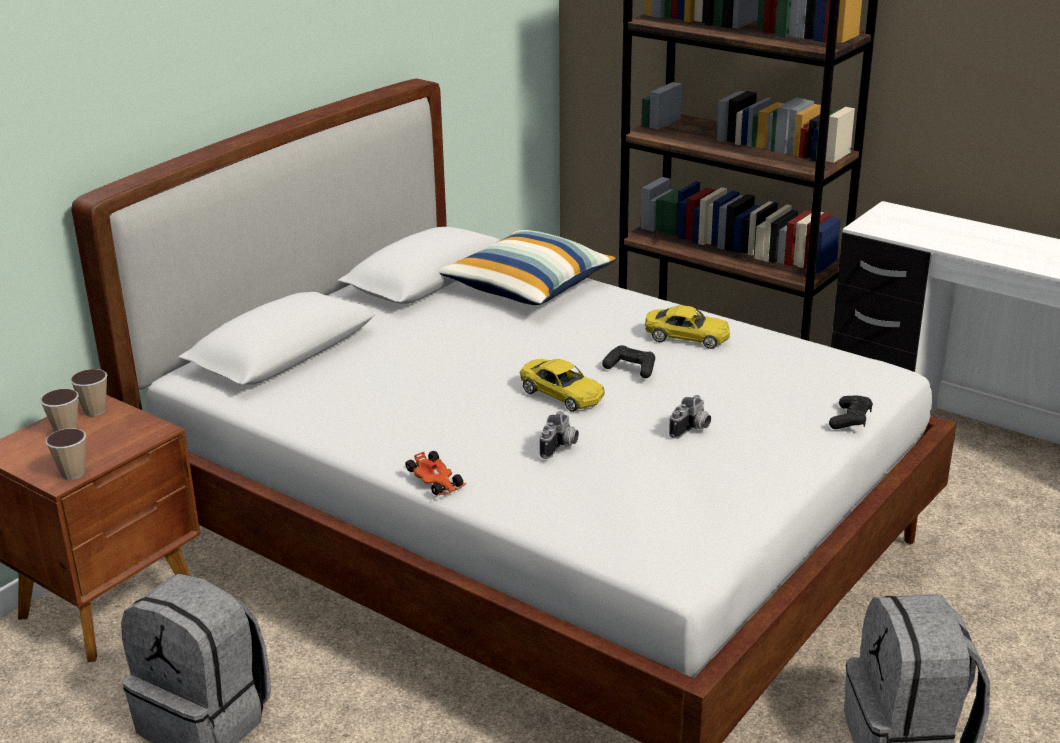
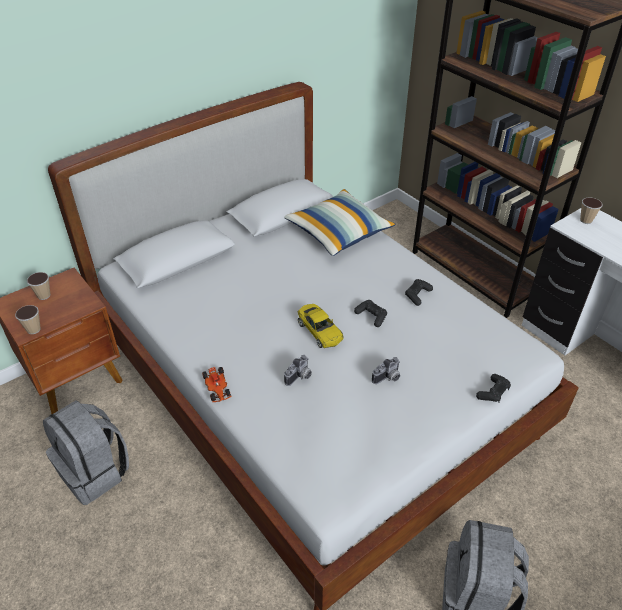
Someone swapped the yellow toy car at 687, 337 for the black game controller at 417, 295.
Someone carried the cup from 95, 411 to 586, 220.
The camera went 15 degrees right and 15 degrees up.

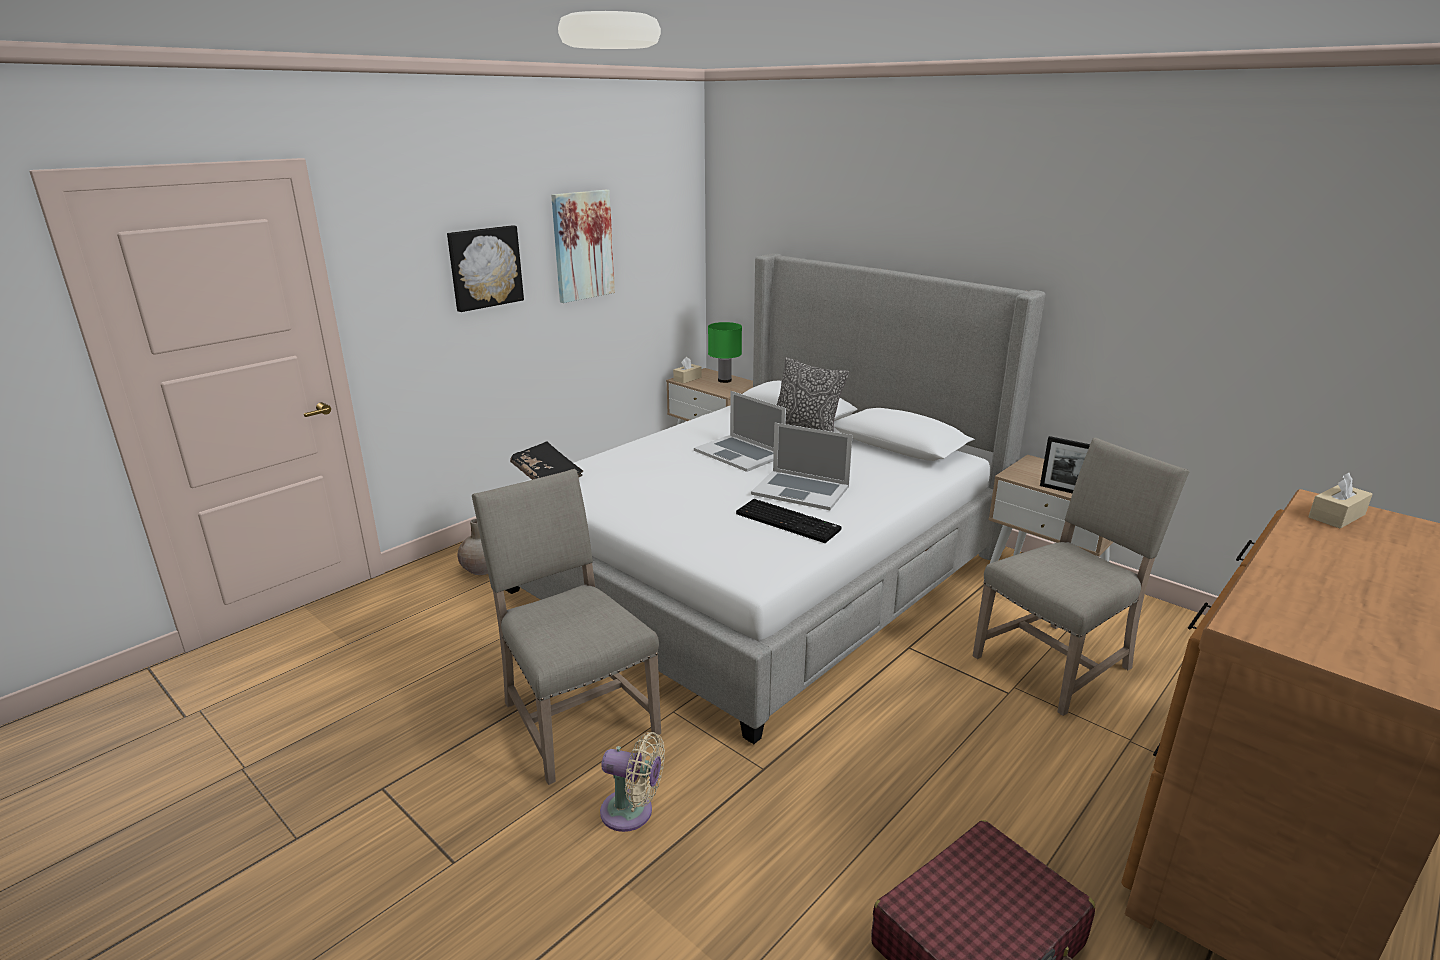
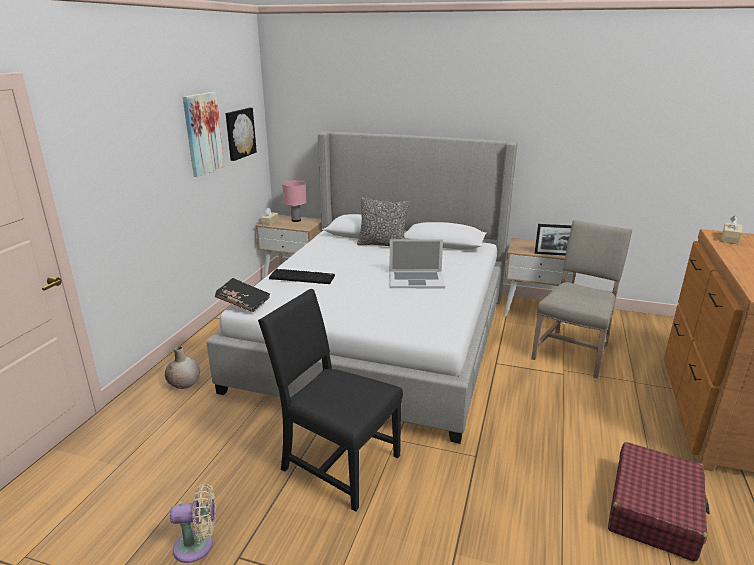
Someone carried the picture from 484, 267 to 239, 133.
Someone repainted the green table lamp at 725, 380, which became the pink table lamp at 296, 220.
Someone took away the laptop at 739, 453.
Someone repainted the beige chair at 574, 717, which became the black chair at 336, 463.
Someone carried the keyboard from 789, 522 to 303, 277.
Someone carried the beige fan from 632, 812 to 198, 545.
The camera went 25 degrees left and 0 degrees up.

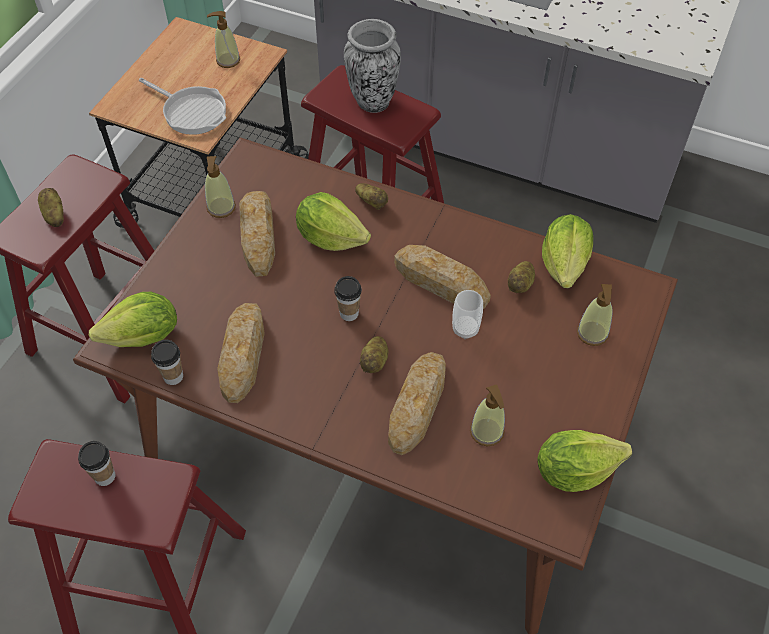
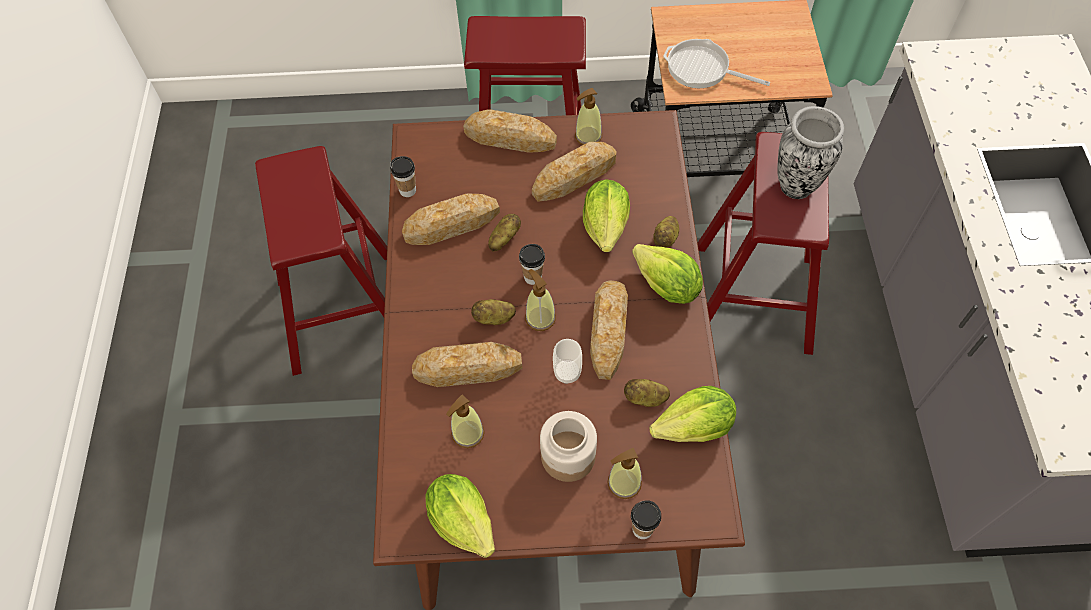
Someone carried the soap dispenser from 228, 60 to 540, 318.
Someone rotated the frying pan at 192, 112 by 105 degrees clockwise.
Someone carried the potato from 54, 215 to 504, 238.
Someone carried the lettuce from 144, 337 to 666, 287.
Someone carried the cup from 105, 476 to 642, 529.
Someone put down the bread at 510, 137.
Someone put down the jar at 567, 455.
The camera went 65 degrees right and 5 degrees up.

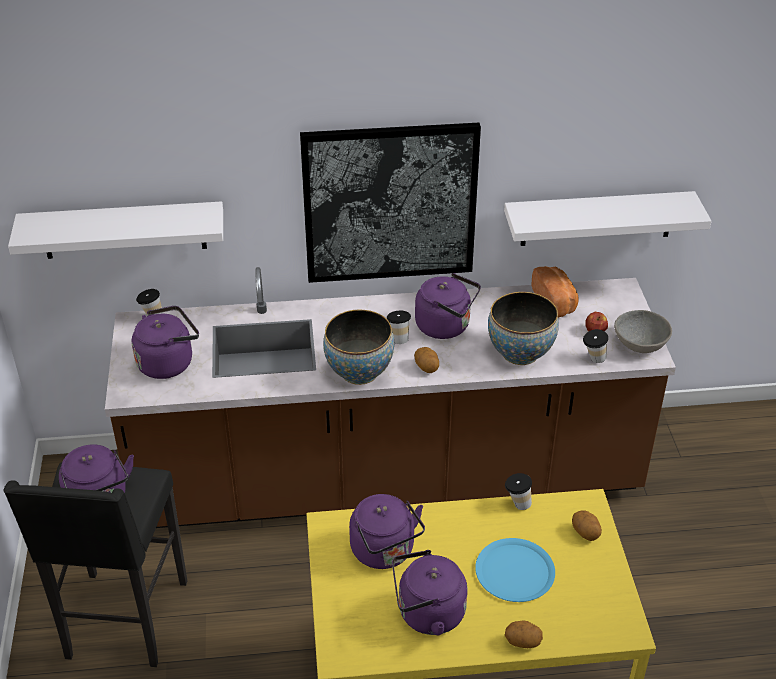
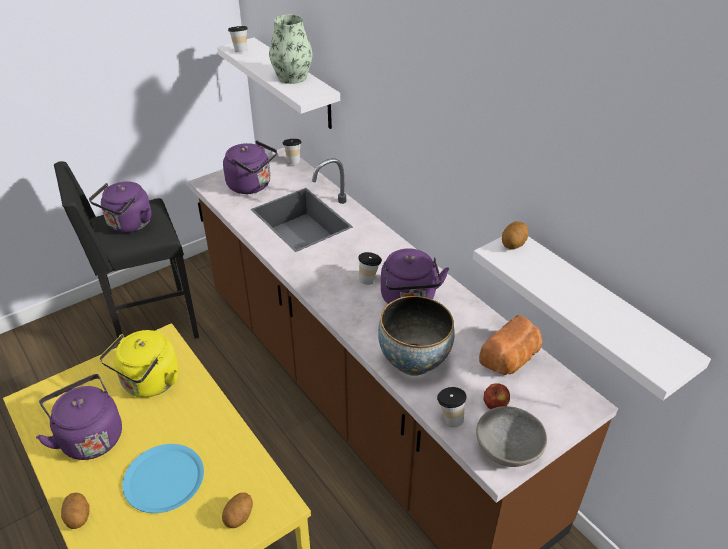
Someone took away the picture at 390, 203.
Someone took away the bowl at 359, 372.
Someone carried the potato from 427, 368 to 513, 245.
Someone carried the cup from 517, 504 to 240, 50.
Someone repainted the purple kettle at 385, 552, which became the yellow kettle at 148, 383.
Someone put down the vase at 292, 77.
The camera went 60 degrees right and 0 degrees up.

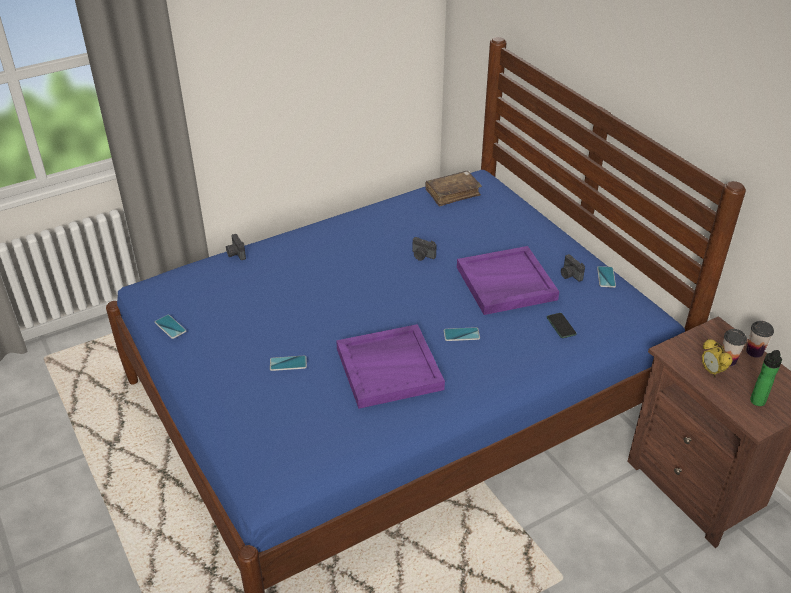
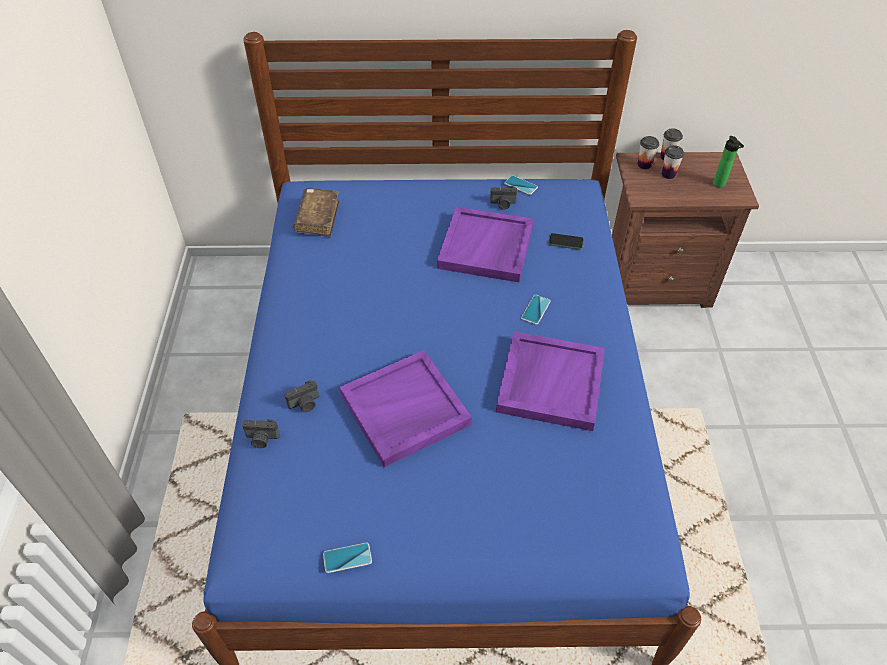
Someone carried the photo camera from 422, 256 to 305, 404.
Someone took away the alarm clock at 711, 371.
Someone took away the phone at 288, 363.
Someone put down the cup at 644, 165.
Someone put down the purple tray at 404, 410.
The camera went 60 degrees left and 10 degrees up.

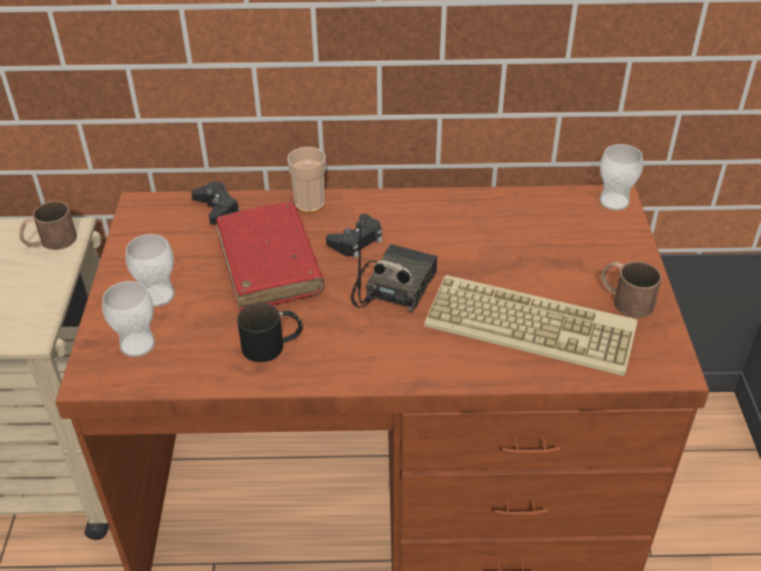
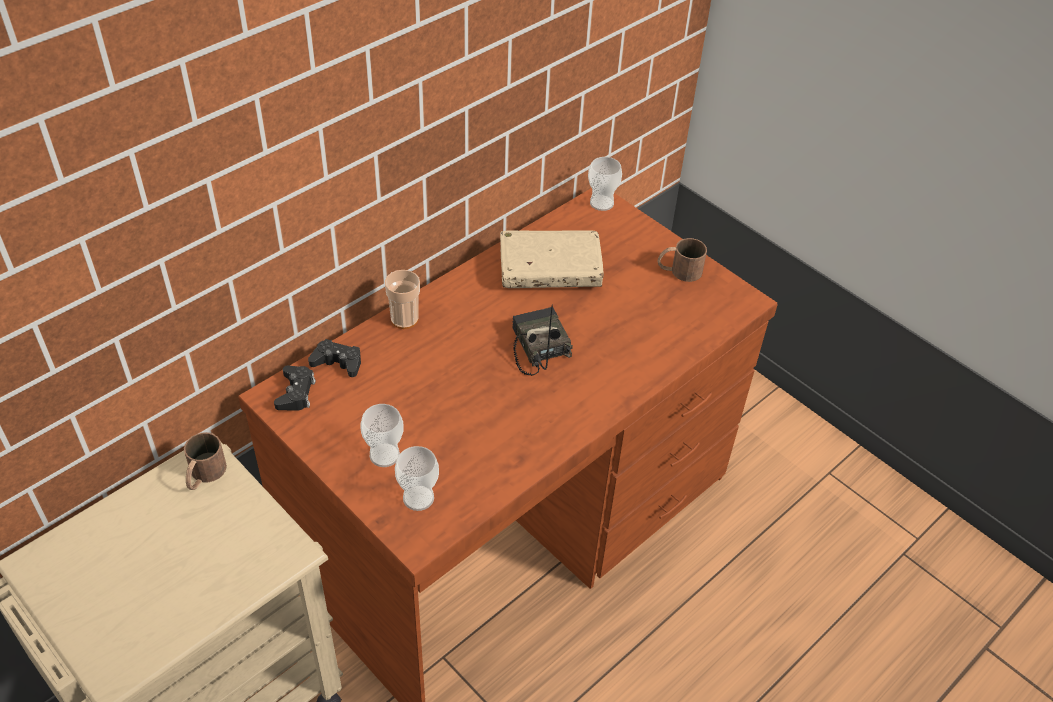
Someone took away the red book at 269, 266.
Someone carried the black game controller from 356, 241 to 296, 393.
Someone took away the keyboard at 532, 324.
Someone took away the black mug at 273, 344.
Someone put down the beige book at 550, 269.
The camera went 45 degrees left and 5 degrees up.

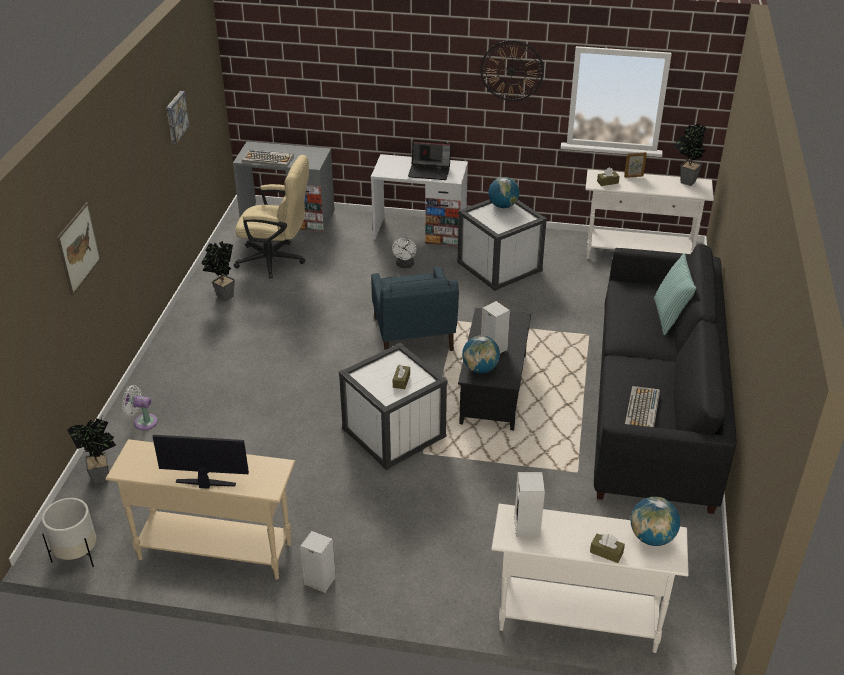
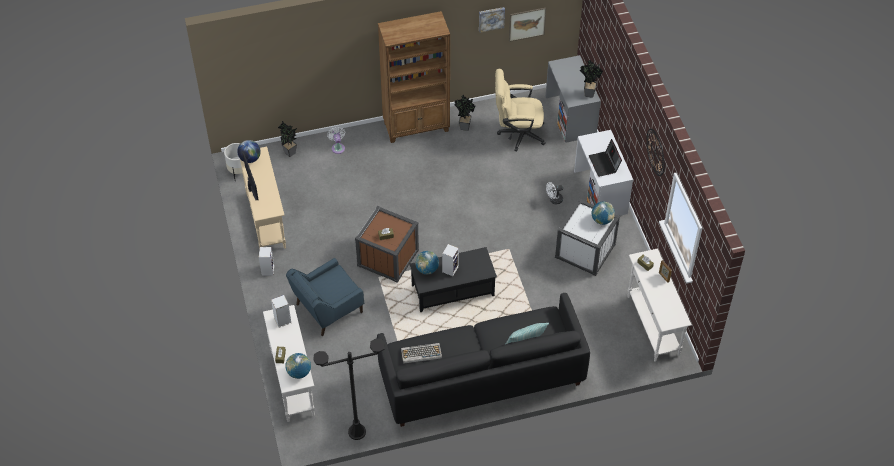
Someone carried the potted plant from 685, 182 to 587, 93.
Someone took away the keyboard at 268, 159.
Someone rotated the beige office chair at 276, 260 by 105 degrees clockwise.
Someone carried the picture from 78, 248 to 527, 24.
Someone carried the blue armchair from 413, 336 to 327, 309.
Someone repainted the white storage box at 393, 433, which became the brown storage box at 388, 257.
Someone put down the brown bookcase at 417, 127.
Someone put down the globe at 250, 159.
Someone put down the black floor lamp at 357, 432.
The camera went 65 degrees right and 15 degrees up.

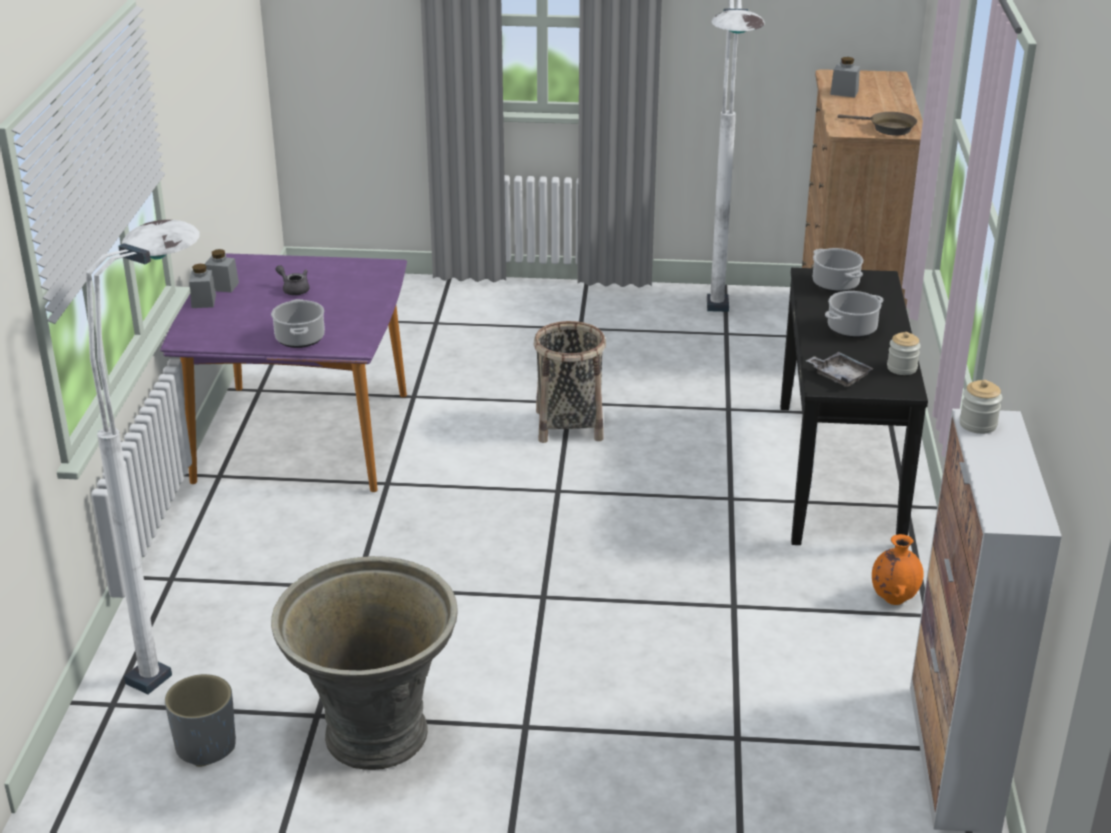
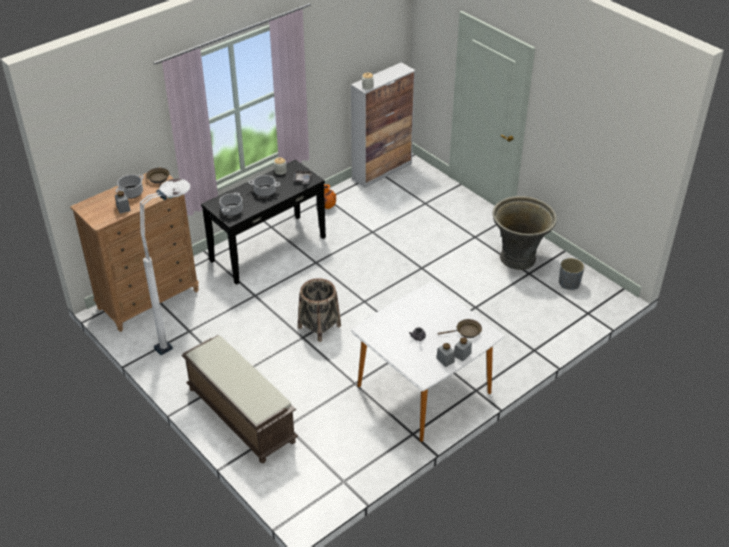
Someone took away the white floor lamp at 197, 642.
Someone repainted the purple dining table at 302, 438, which became the white dining table at 424, 389.
Someone carried the cooking pot from 299, 338 to 131, 193.
Someone put down the brown frying pan at 466, 332.
Someone put down the brown bench at 240, 415.
The camera went 135 degrees left and 10 degrees up.

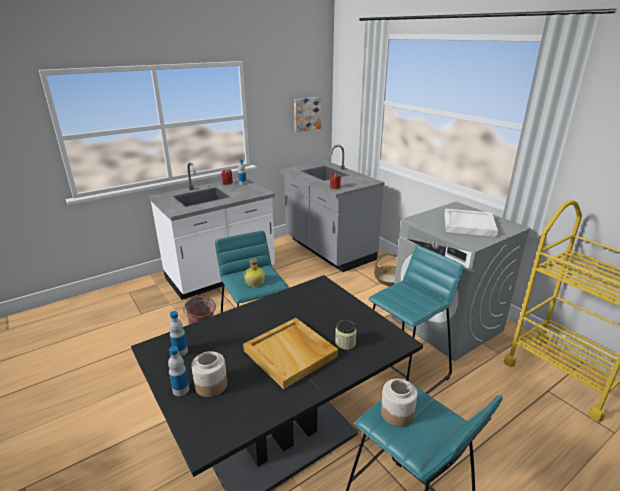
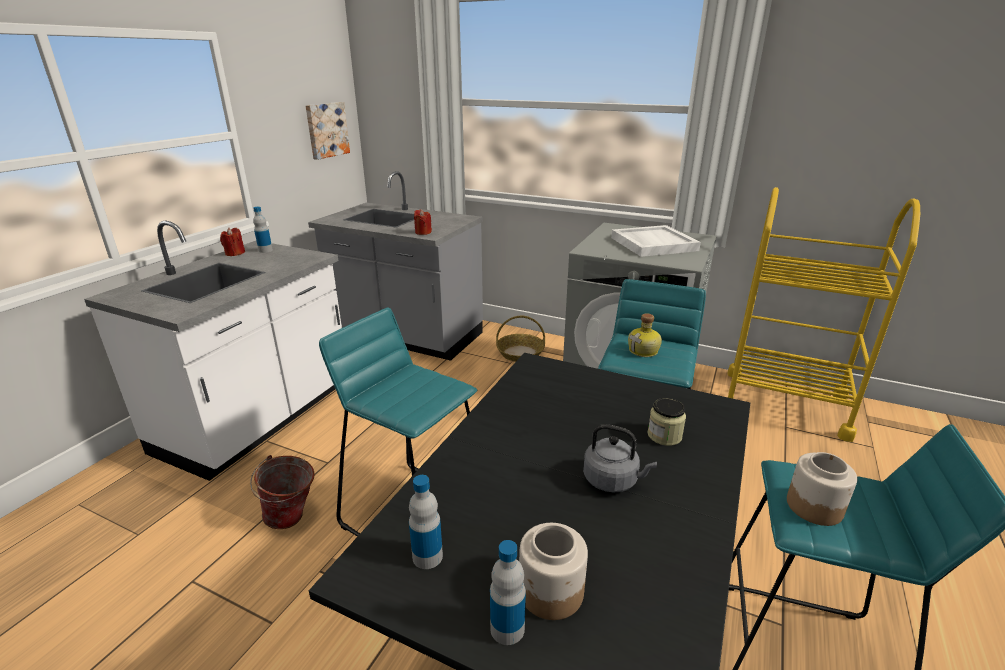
Someone carried the bottle from 255, 282 to 644, 351.
Someone swapped the beige tray at 291, 353 for the grey kettle at 613, 480.
The camera went 30 degrees left and 0 degrees up.

